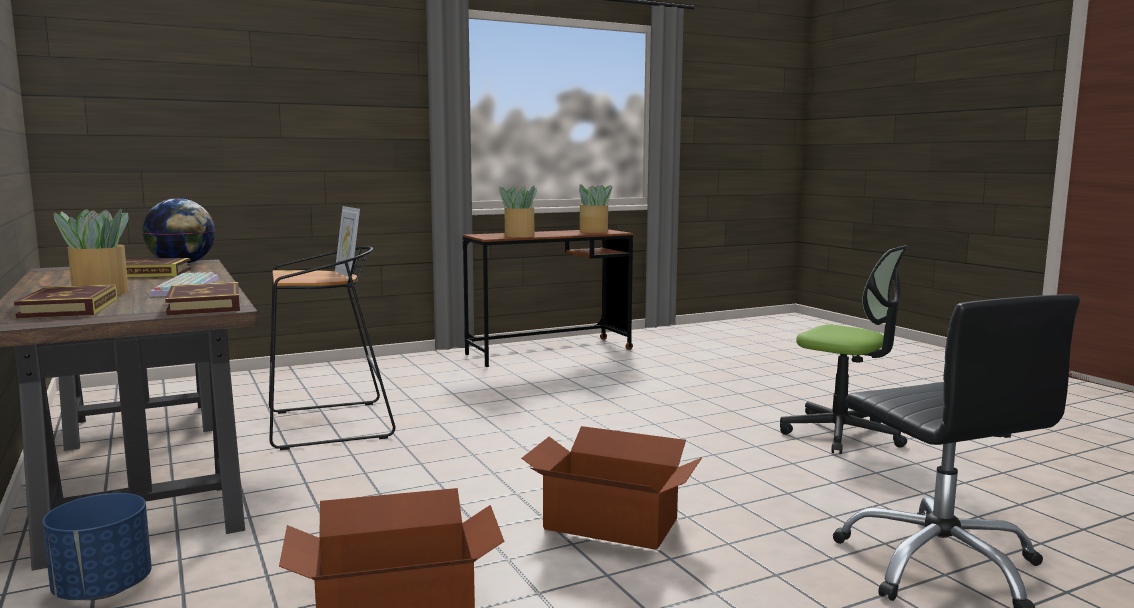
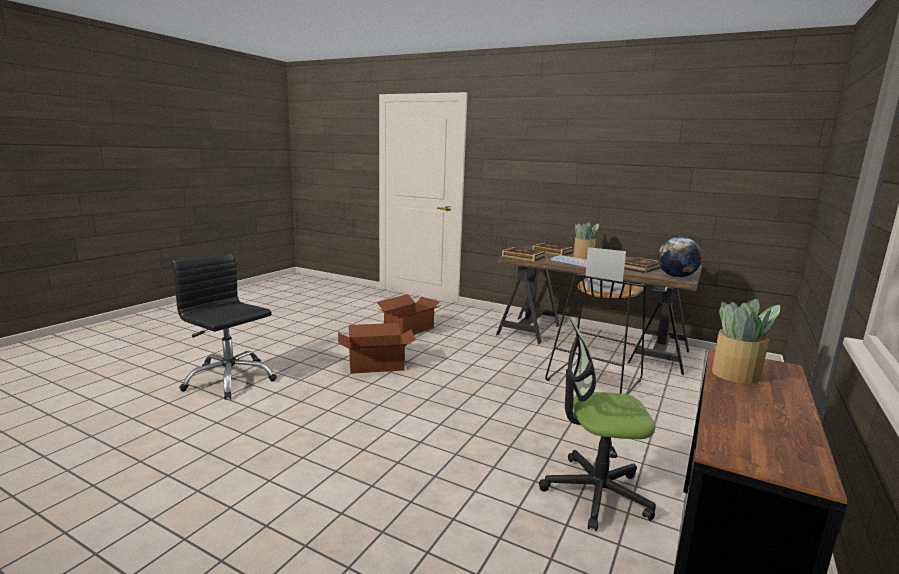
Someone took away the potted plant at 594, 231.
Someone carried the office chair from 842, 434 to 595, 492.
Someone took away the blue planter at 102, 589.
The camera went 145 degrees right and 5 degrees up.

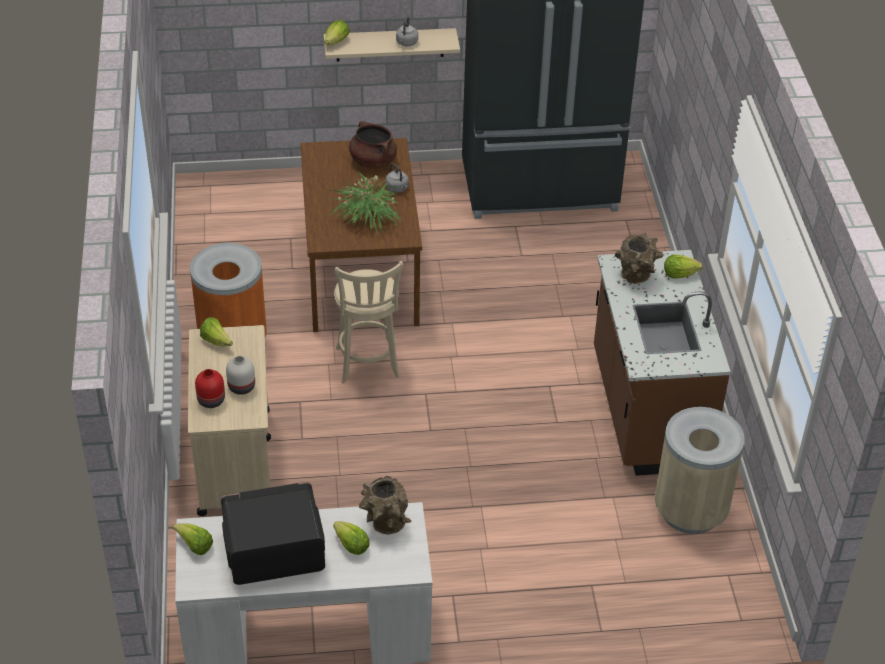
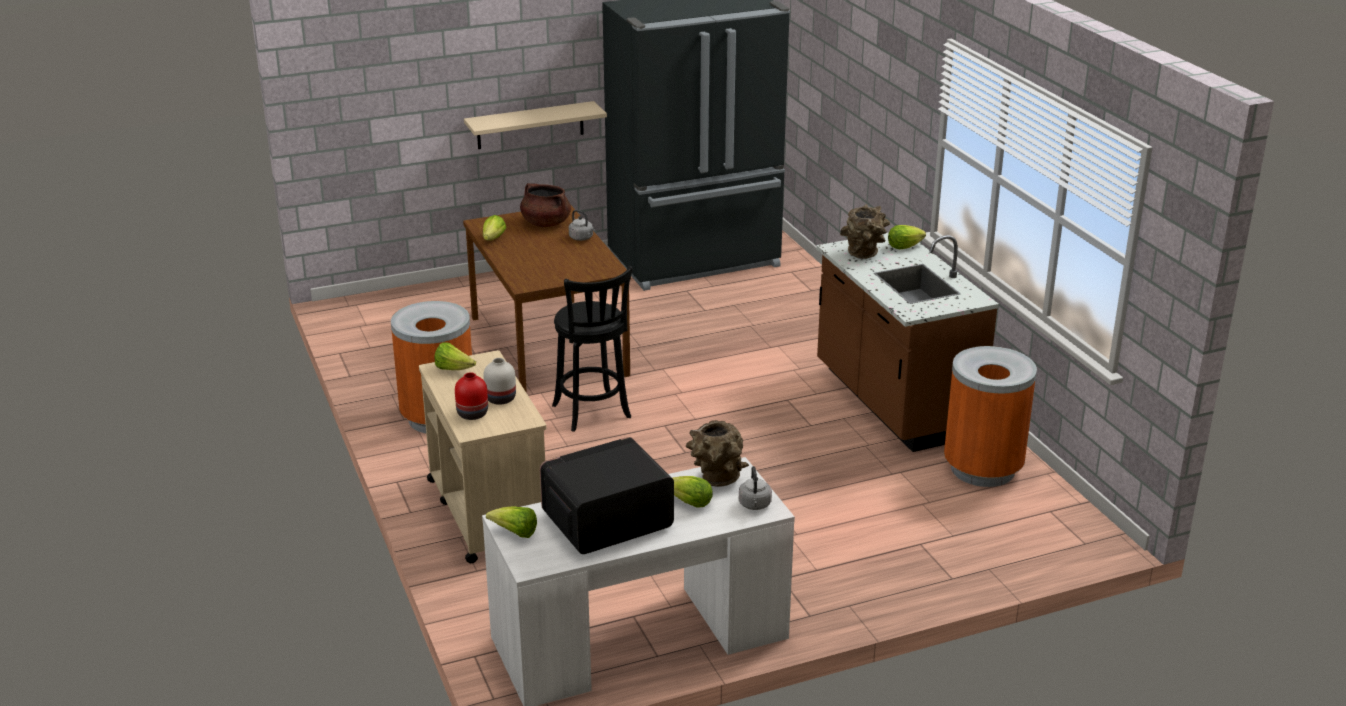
Someone carried the grey kettle from 406, 43 to 755, 505.
Someone carried the lettuce from 336, 41 to 493, 239.
Someone took away the potted plant at 368, 217.
Someone repainted the beige stool at 368, 365, which became the black stool at 593, 413.
Someone repainted the beige trash can at 690, 511, which became the orange trash can at 983, 469.
The camera went 15 degrees left and 15 degrees down.

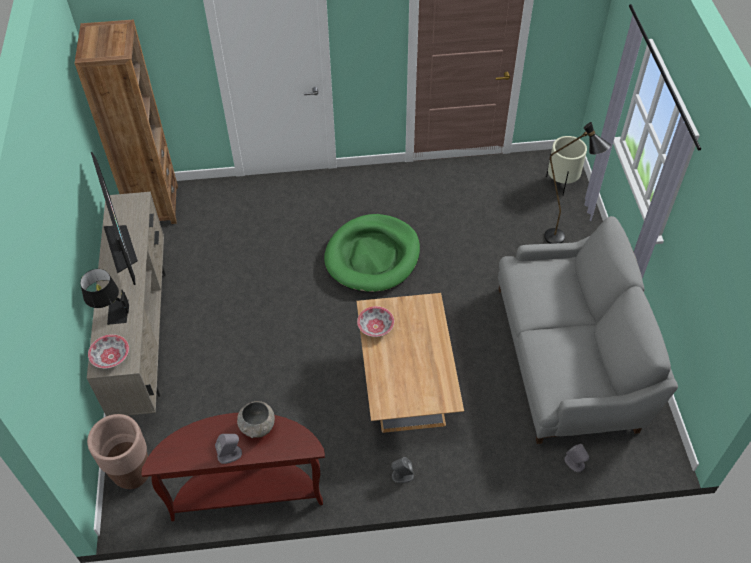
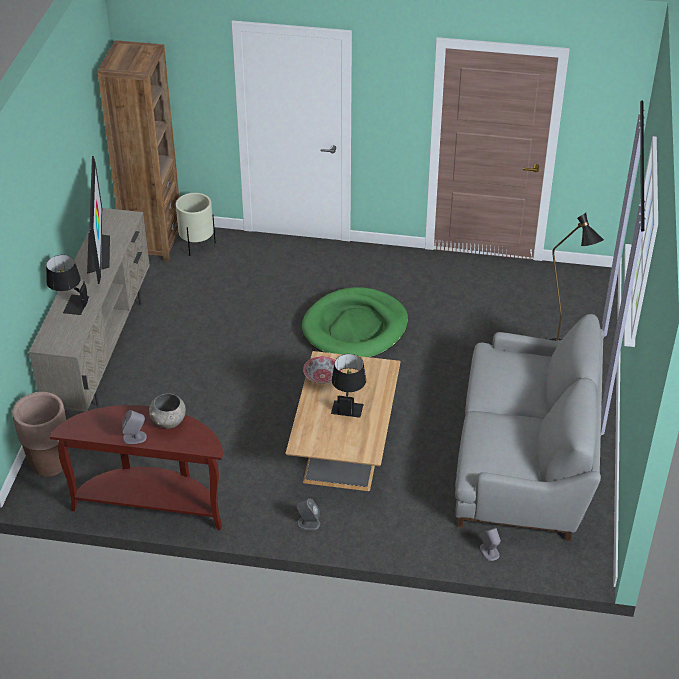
Someone carried the beige planter from 561, 183 to 197, 245.
Someone took away the bowl at 111, 356.
Someone put down the black table lamp at 348, 404.
The camera went 15 degrees right and 10 degrees down.

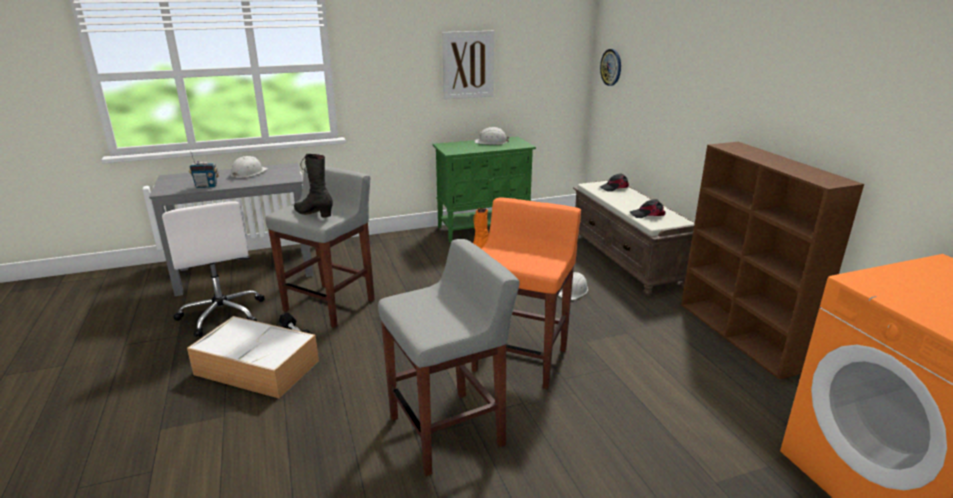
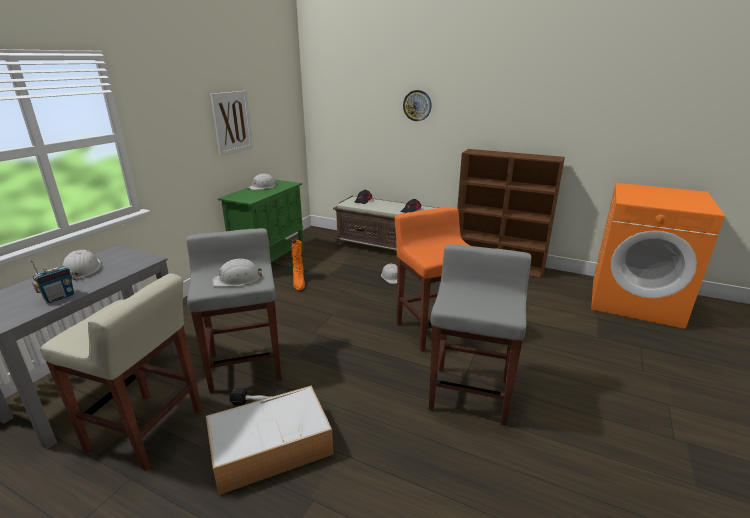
Someone carried the wall clock from 611, 67 to 417, 105.
Someone swapped the black boot at 314, 214 for the white hard hat at 237, 279.
Someone swapped the white office chair at 222, 314 for the beige stool at 147, 430.
The camera went 45 degrees left and 0 degrees up.

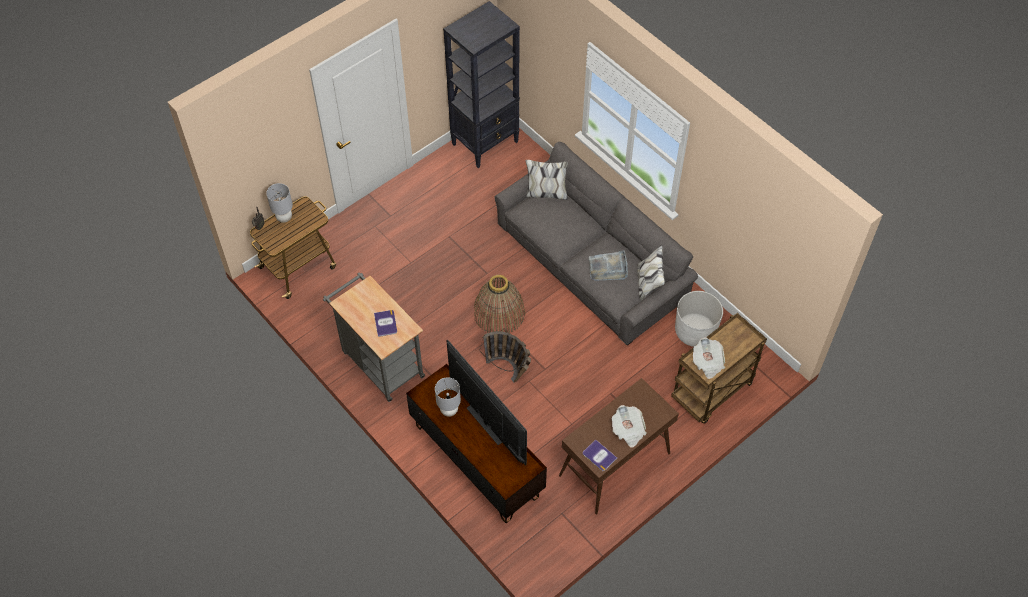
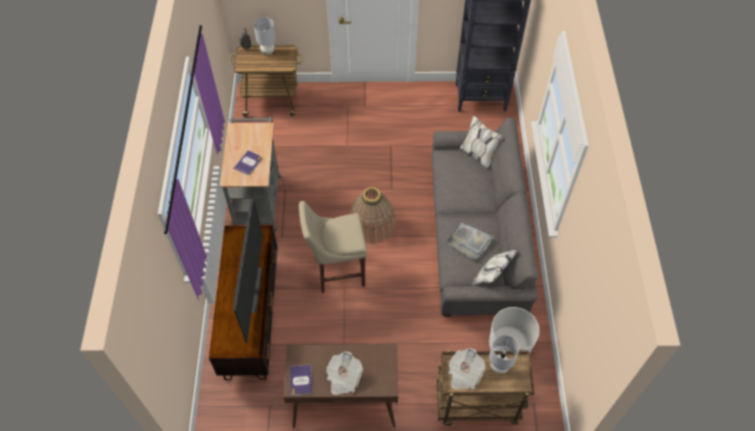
Someone swapped the basket at 510, 373 for the beige stool at 336, 272.
Someone carried the grey table lamp from 449, 410 to 498, 366.
The camera went 40 degrees right and 0 degrees up.

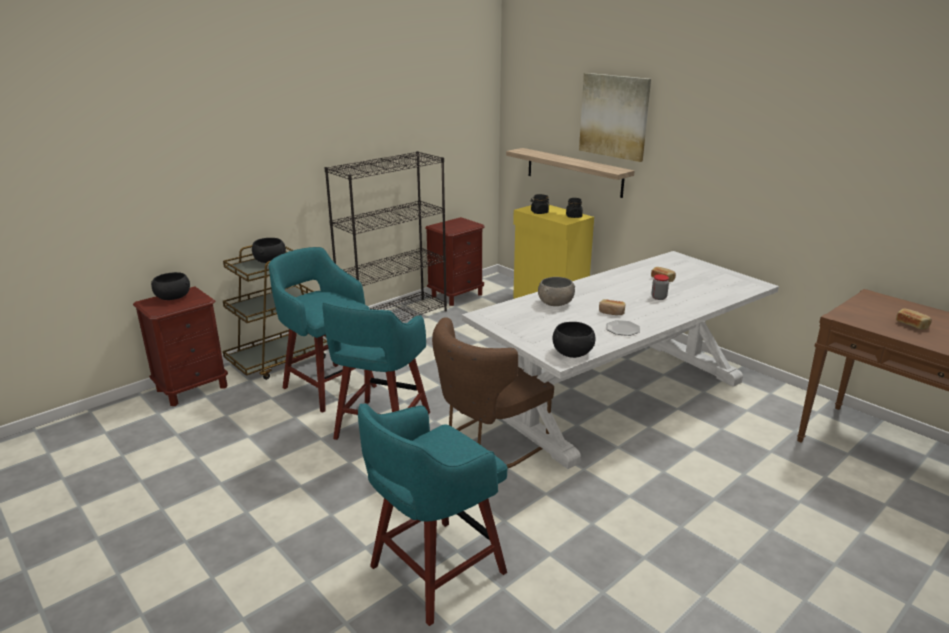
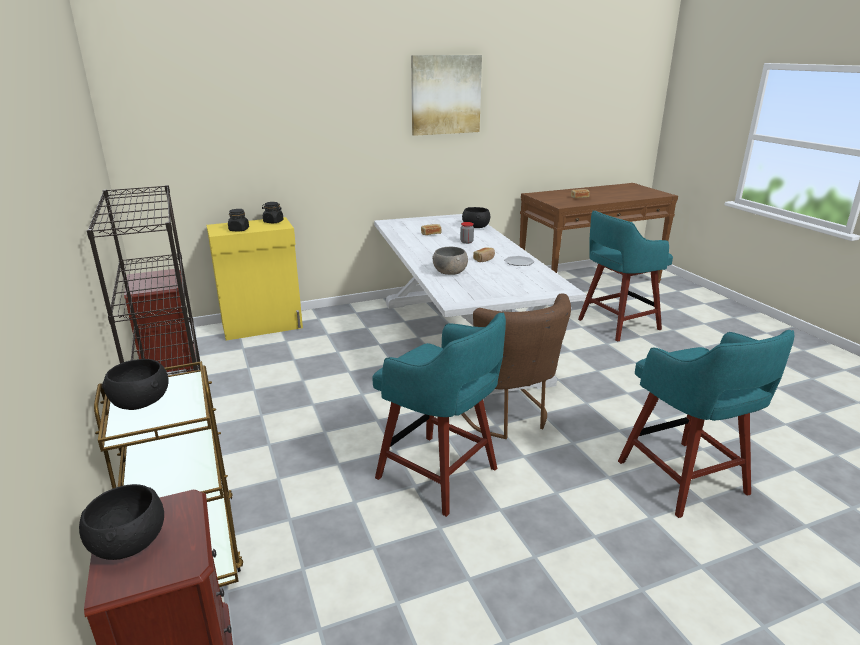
Someone carried the picture from 614, 116 to 445, 95.
Someone took away the shelf at 574, 172.
Someone carried the turquoise stool from 328, 386 to 616, 325.
Someone carried the black bowl from 572, 352 to 475, 227.
The camera went 70 degrees left and 0 degrees up.

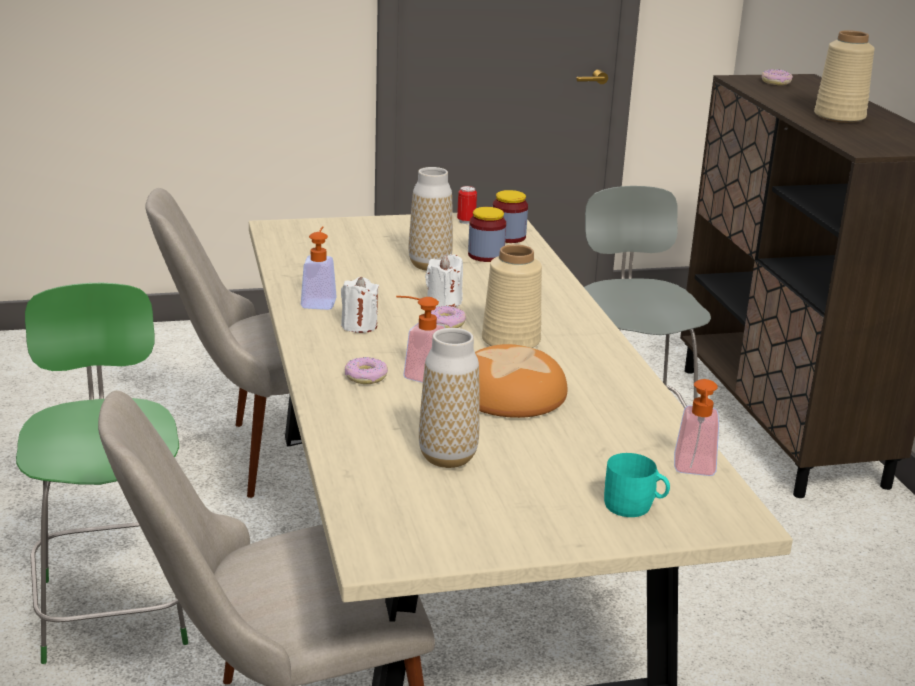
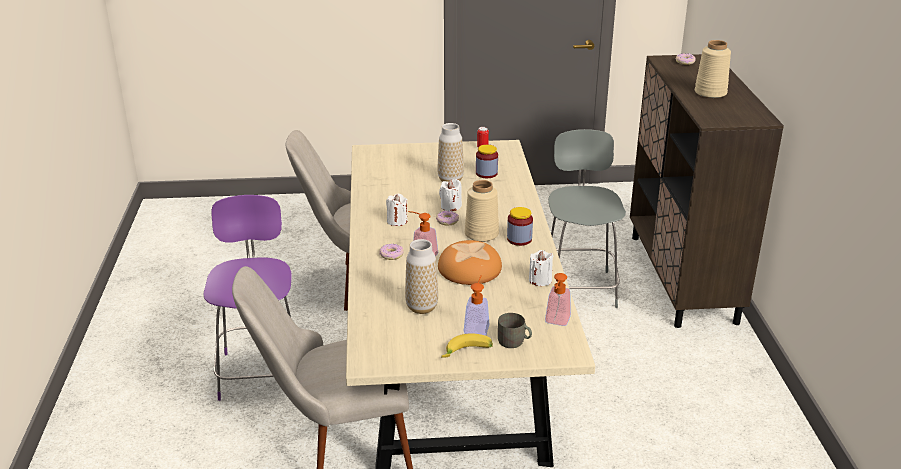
Someone carried the jar from 508, 237 to 519, 239.
Someone carried the soap dispenser from 319, 301 to 477, 327.
Someone repainted the green stool at 113, 607, which became the purple stool at 260, 371.
Someone repainted the turquoise mug at 634, 506, which became the grey mug at 514, 342.
Someone put down the white candle at 540, 280.
Someone put down the banana at 467, 353.
The camera went 10 degrees right and 5 degrees up.

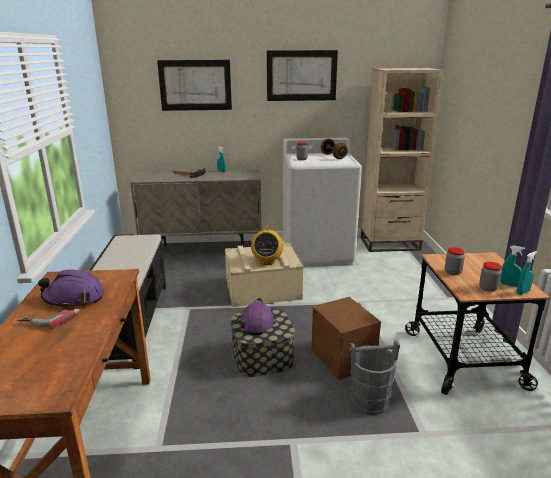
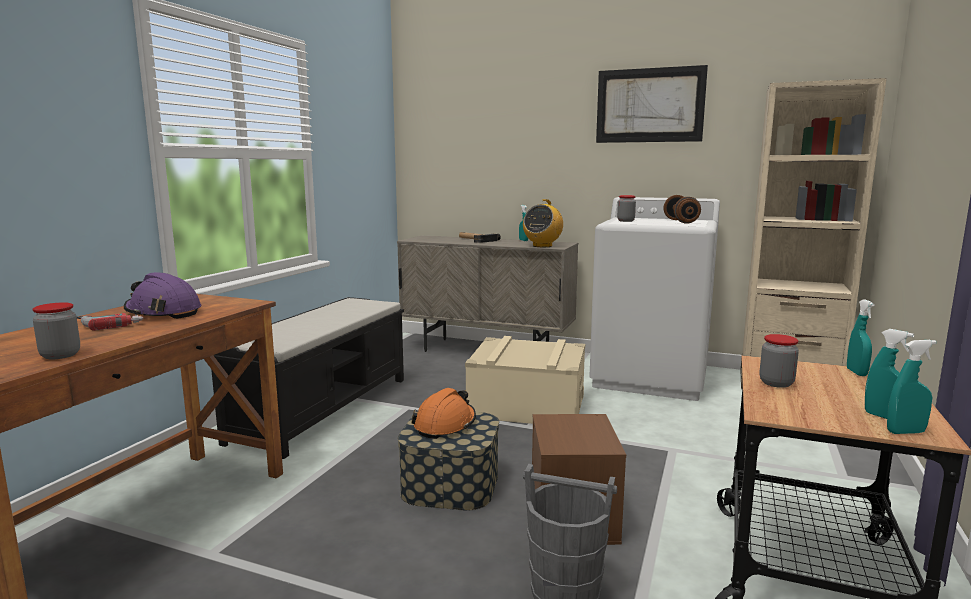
Someone took away the picture at 195, 85.
Someone carried the radio from 267, 261 to 542, 246.
Someone carried the jar from 488, 288 to 60, 355.
Someone repainted the purple hard hat at 257, 323, which became the orange hard hat at 445, 425.
Someone put down the turquoise spray bottle at 856, 372.
The camera went 25 degrees right and 10 degrees down.

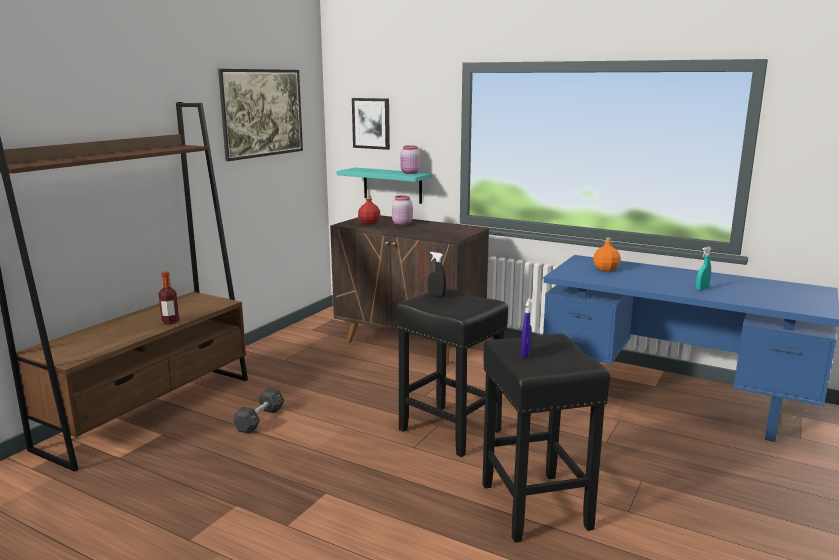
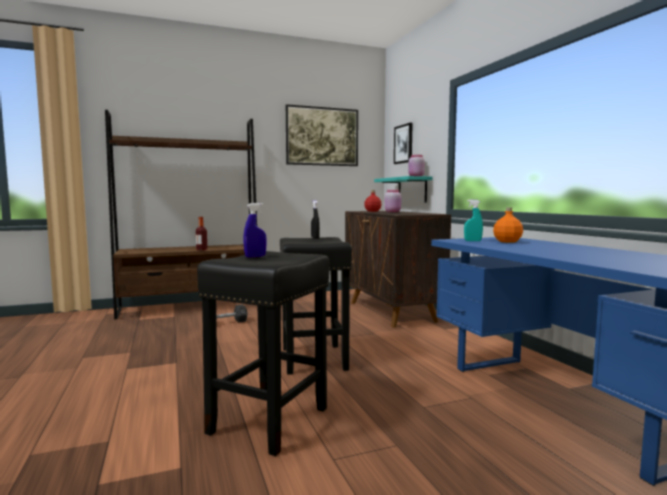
Someone carried the turquoise spray bottle from 702, 289 to 472, 241.
The camera went 40 degrees right and 10 degrees down.

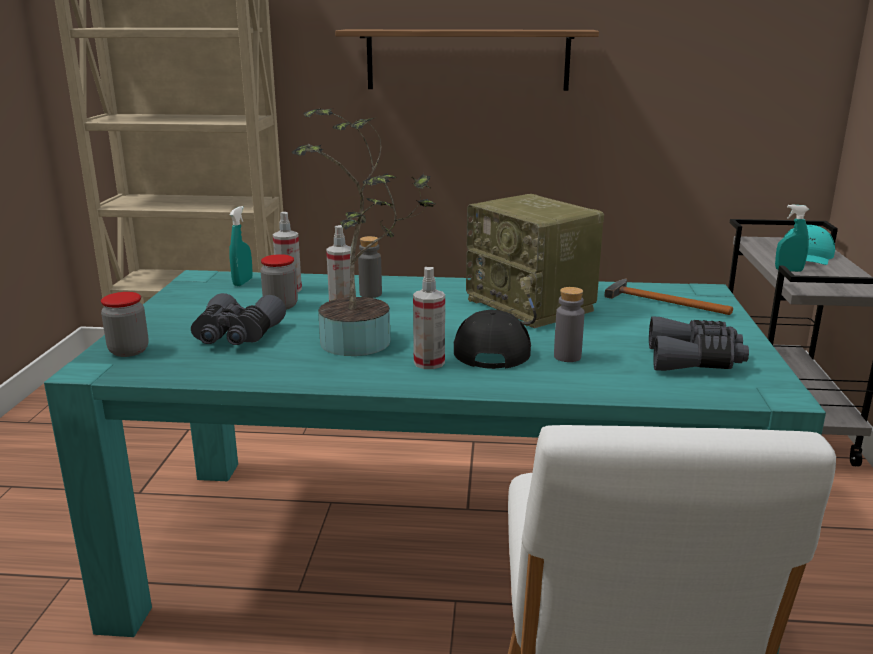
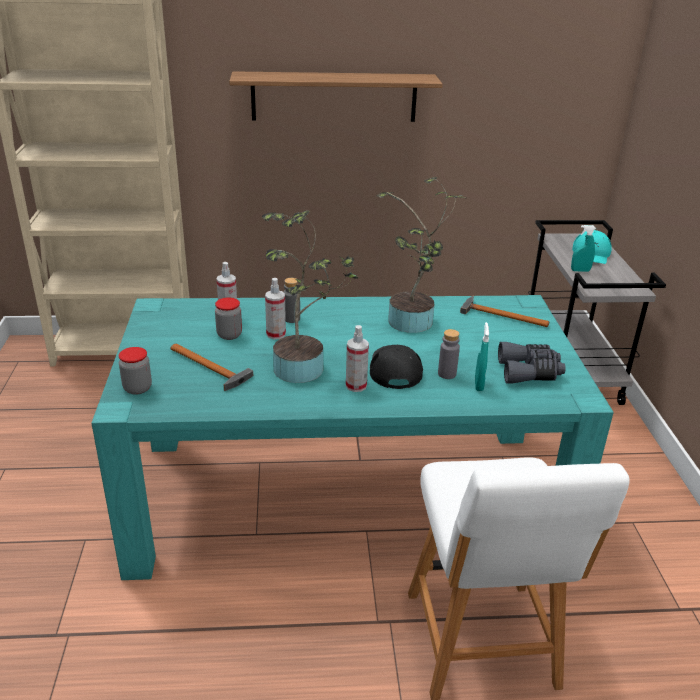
Someone swapped the radio at 532, 305 for the potted plant at 411, 324.
Someone carried the turquoise spray bottle from 242, 282 to 479, 385.
Someone swapped the grey binoculars at 236, 336 for the hammer at 210, 368.
The camera went 10 degrees left and 10 degrees up.

